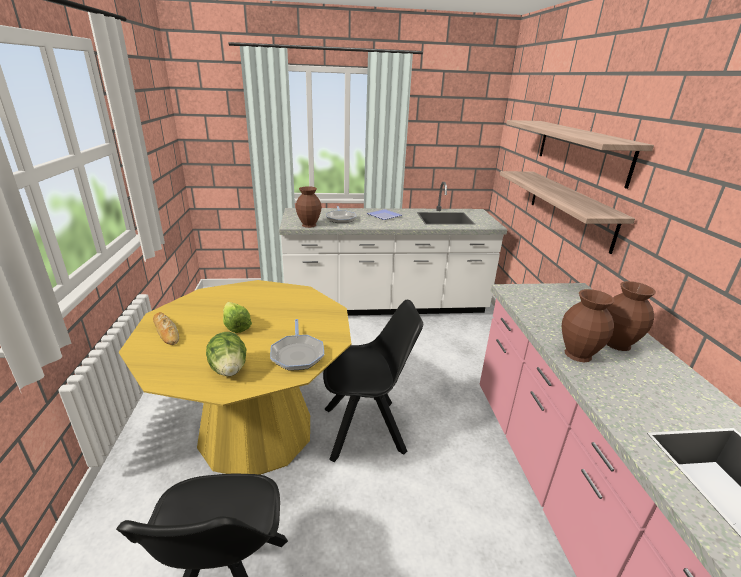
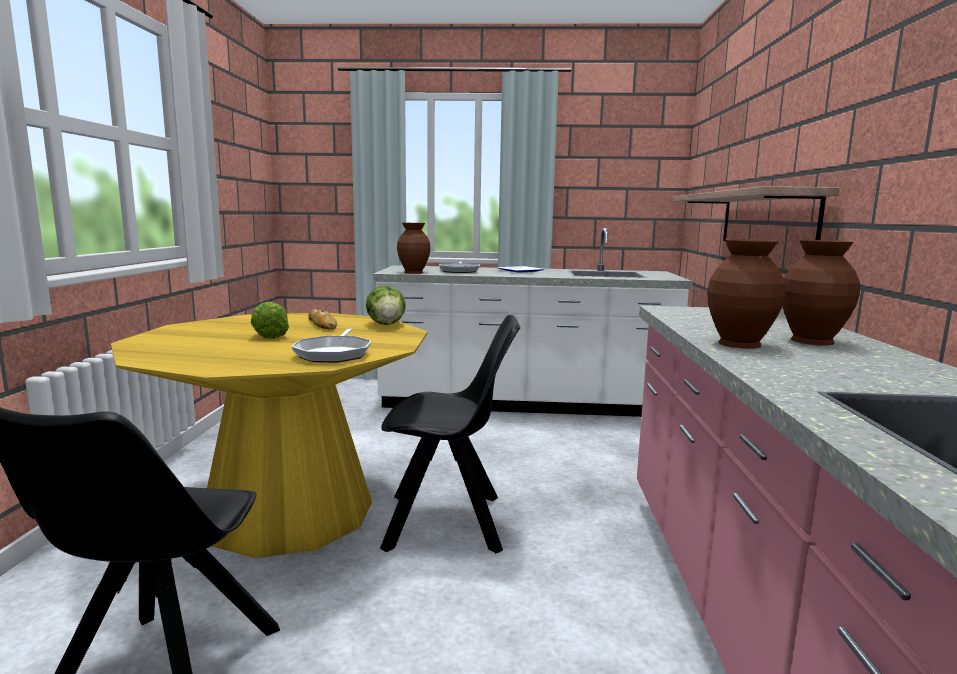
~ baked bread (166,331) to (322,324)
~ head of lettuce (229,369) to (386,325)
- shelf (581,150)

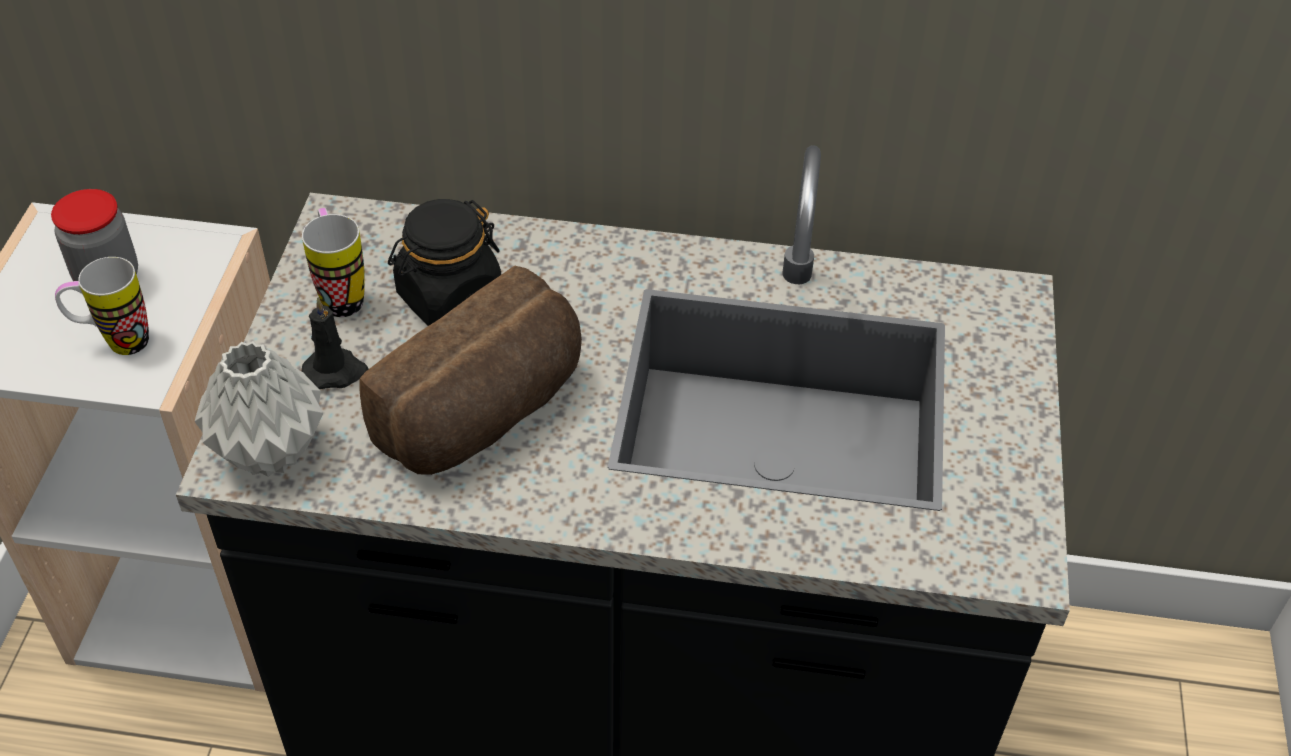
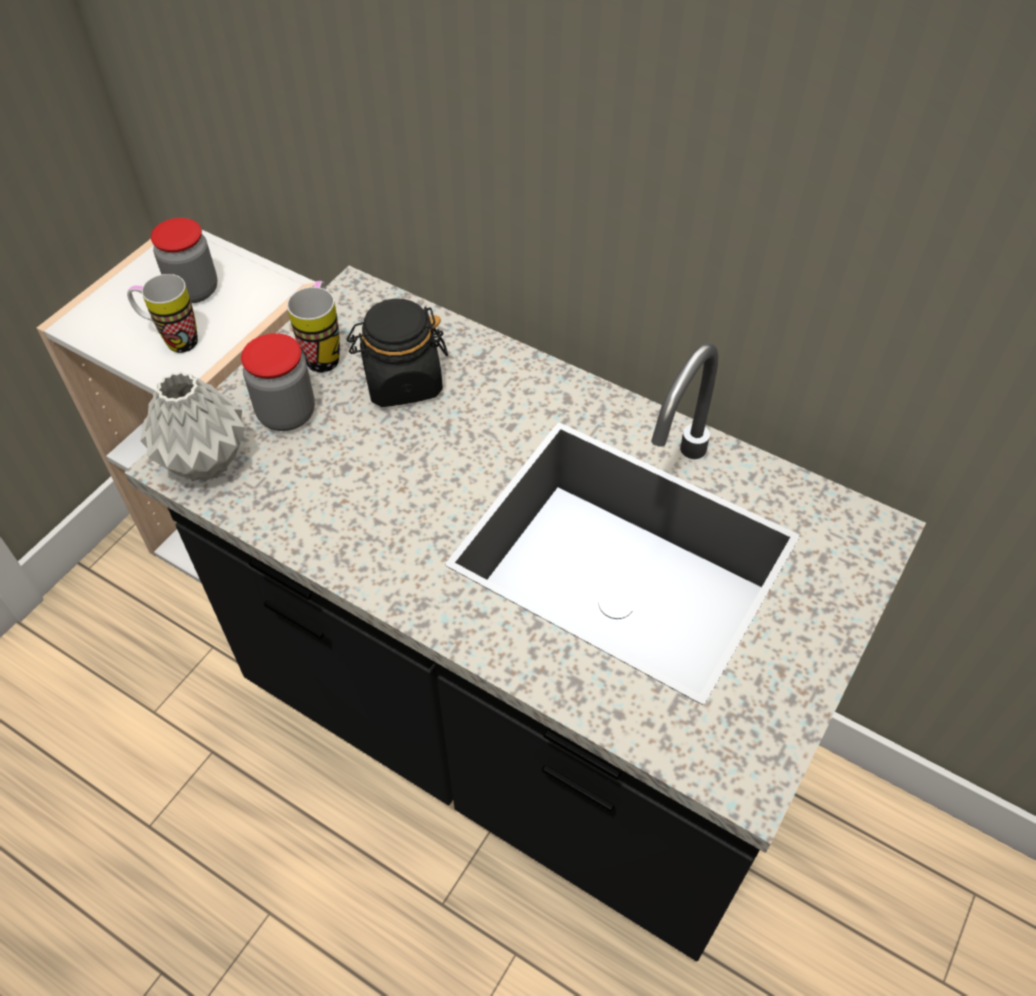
~ wax candle/blackish (336,371) to storage jar (287,414)
- baked bread (486,414)

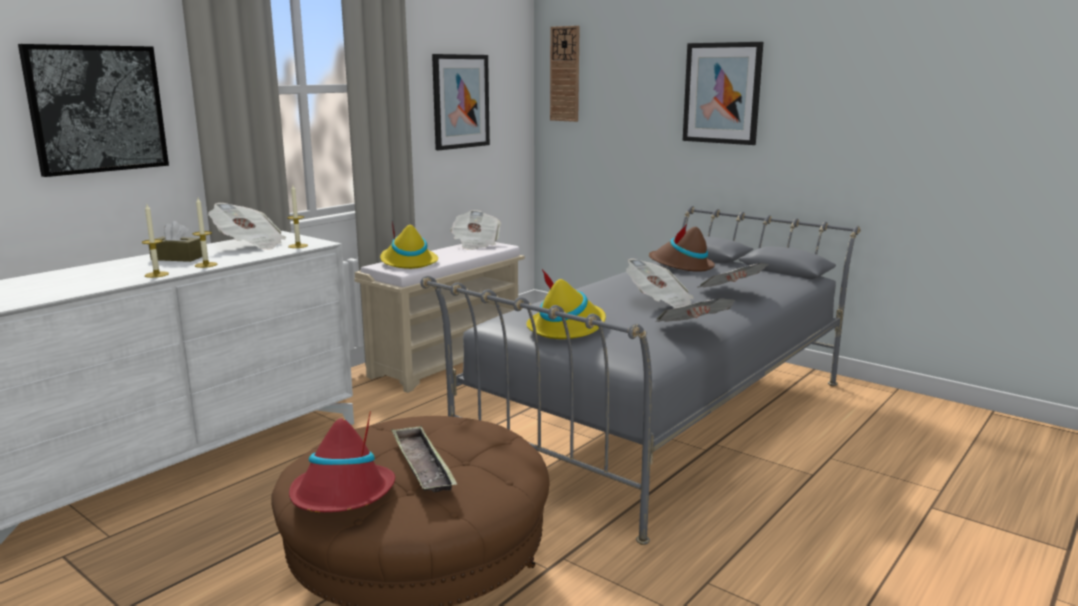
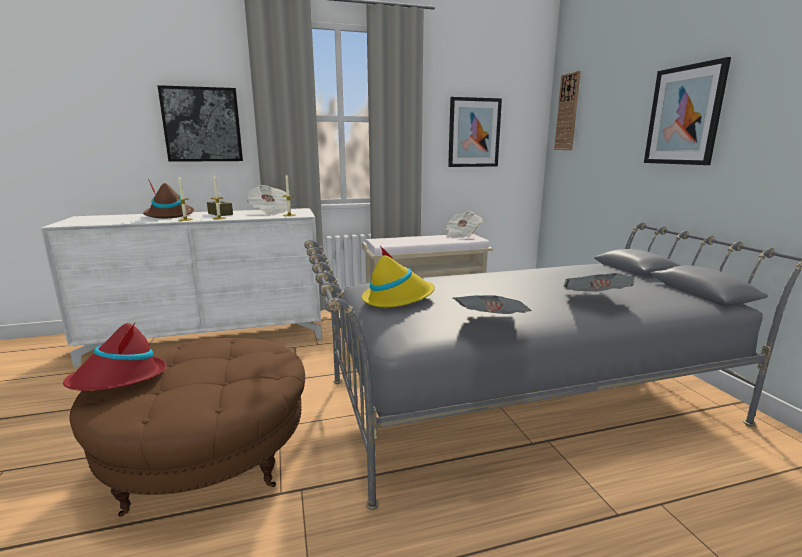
- hat/yellow (408,262)
- carrying tray (422,465)
- daily paper (659,303)
~ hat/brown-coloured (681,266) to (169,215)

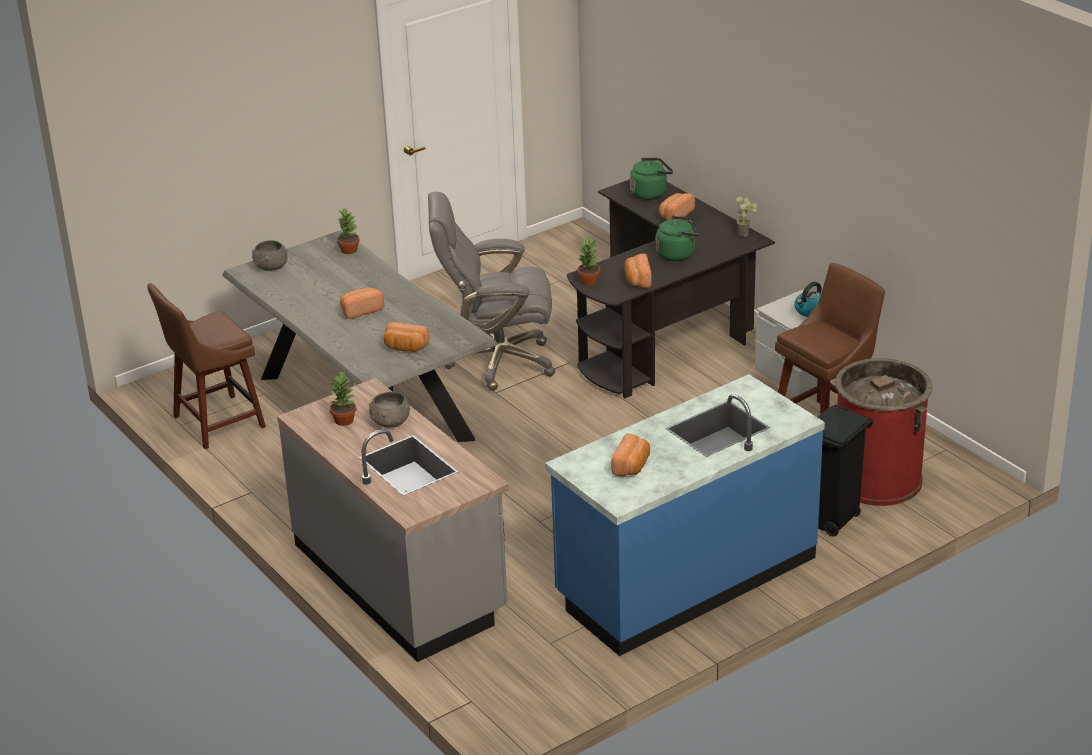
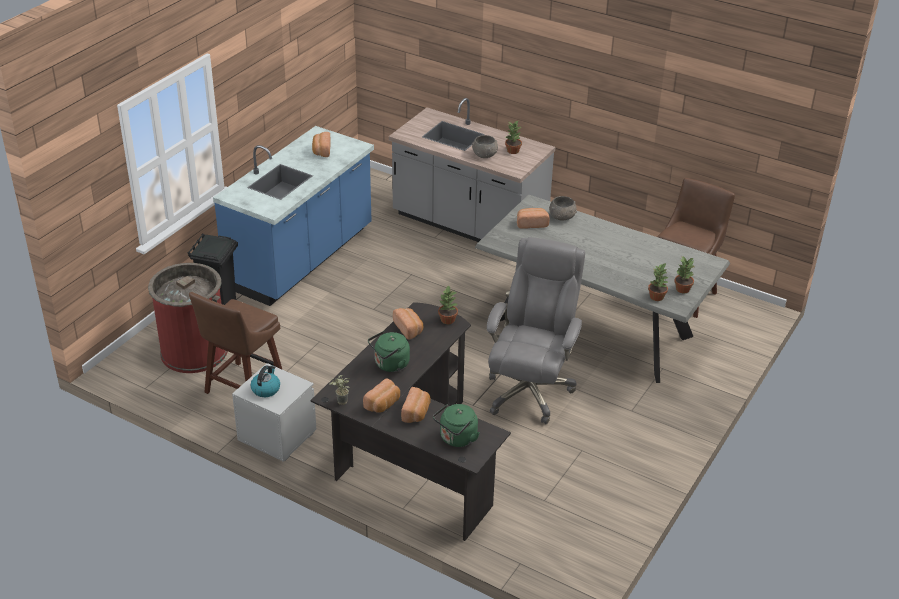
~ deep dish/greyish (271,266) to (562,217)
~ baked bread (361,310) to (383,404)
~ computer chair/greyish (496,362) = (531,391) 45 degrees counterclockwise
+ plant in a pot (682,289)

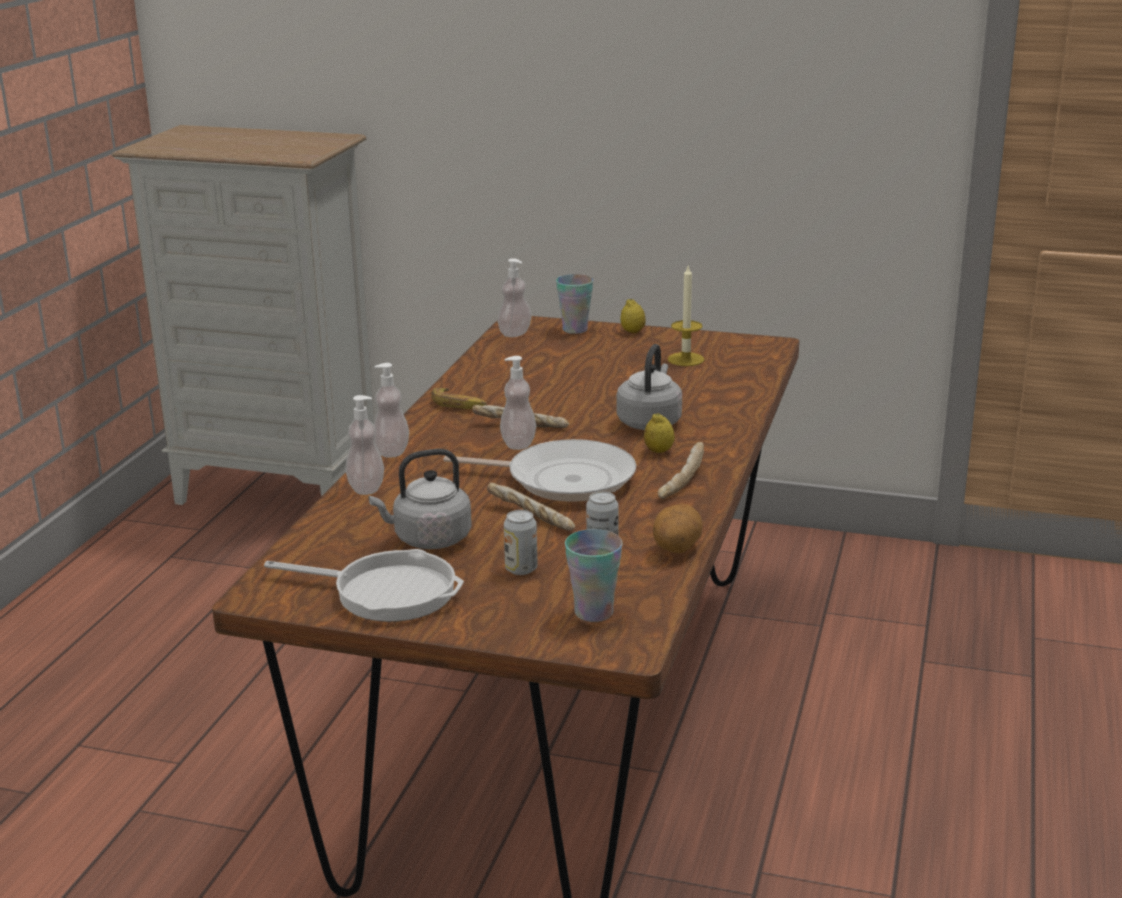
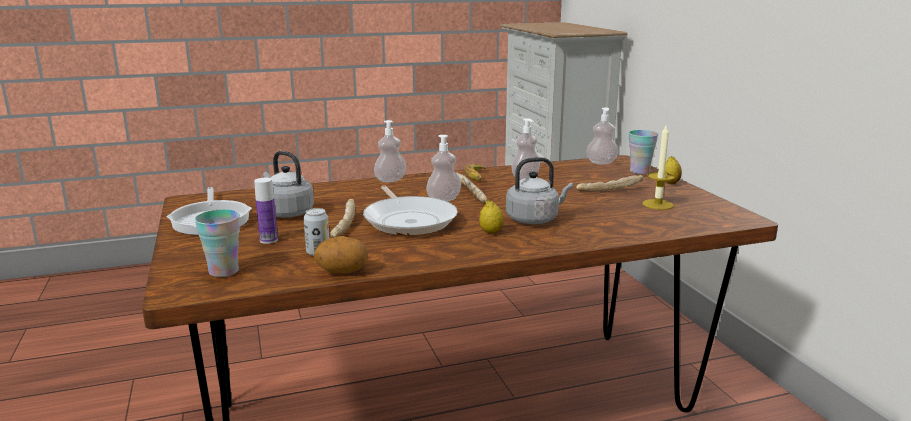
~ liquid soap bottle (366,488) to (525,177)
~ can (521,569) to beverage bottle (268,240)
~ baked bread (680,480) to (609,190)

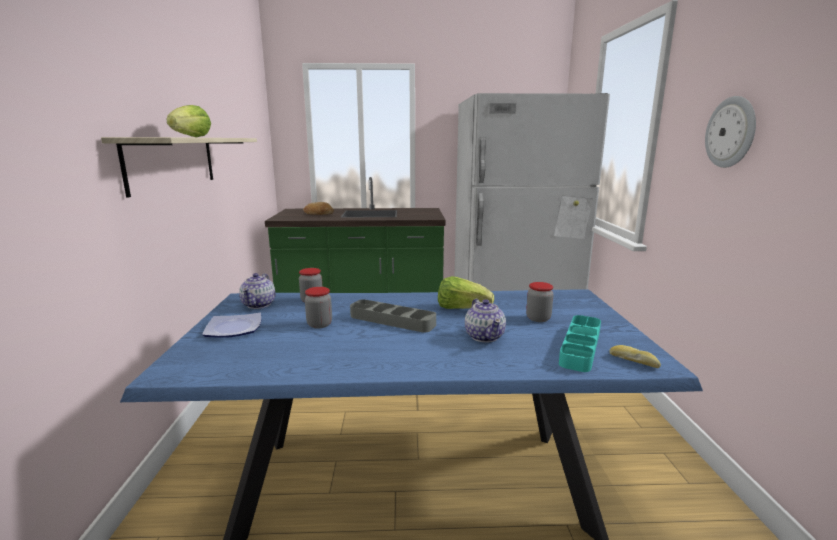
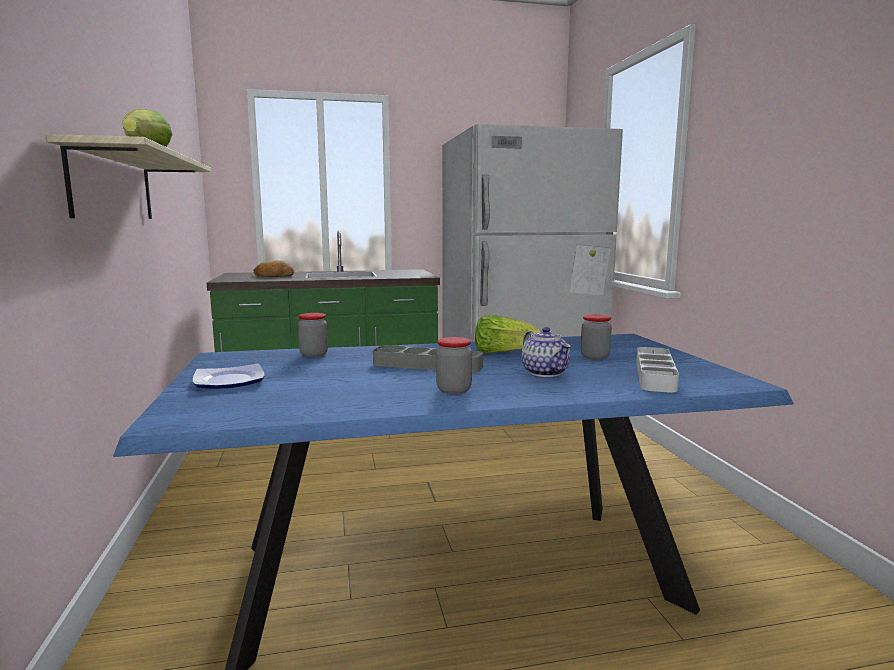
- tea pot (259,304)
~ storage jar (319,324) to (454,390)
~ carrying tray/blue-green (580,347) to carrying tray/greyish (655,375)
- baked bread (634,361)
- hanging clock (731,132)

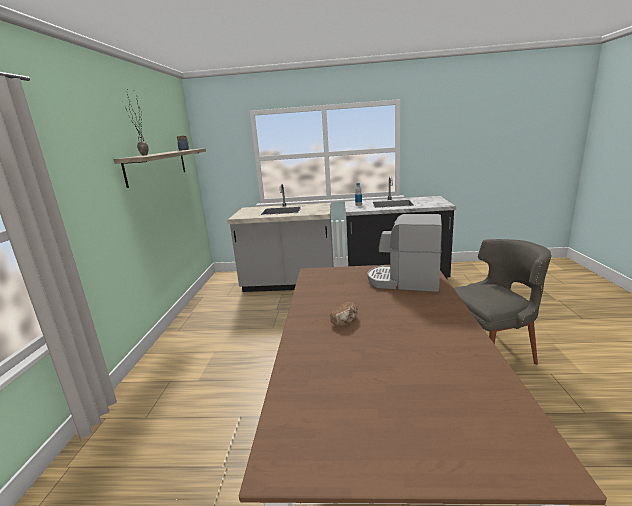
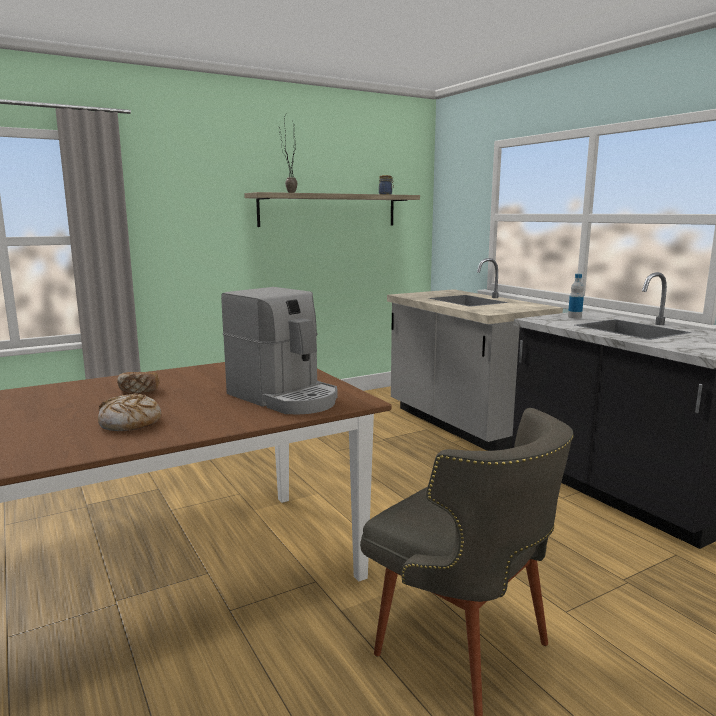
~ coffee brewer (404,281) = (285,397) 150 degrees clockwise
+ baked bread (130,423)

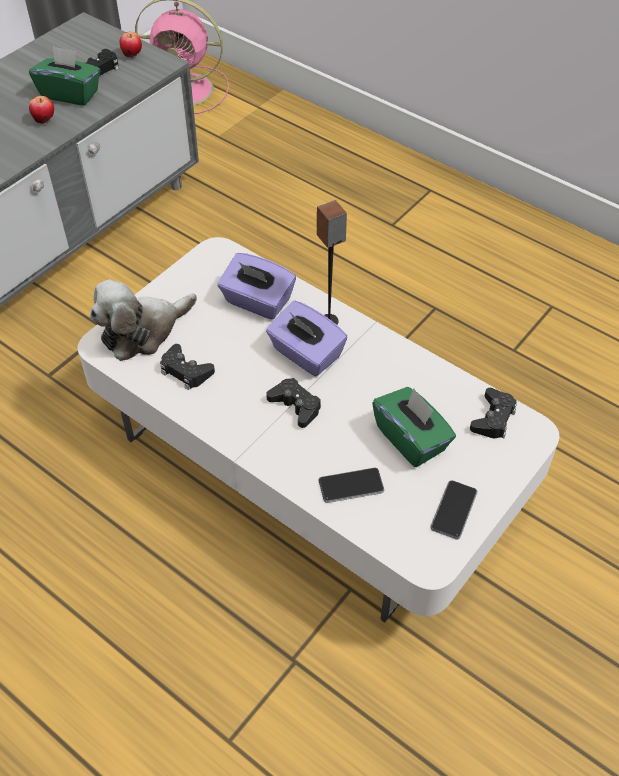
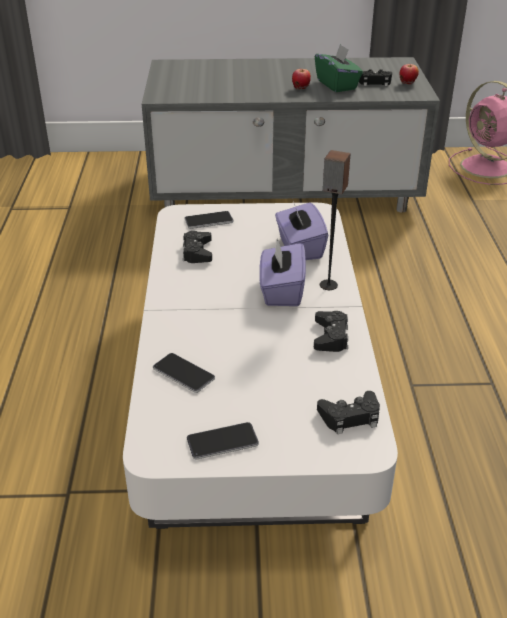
~ plush toy (143,331) to telephone (209,221)
~ gamepad/blackish (295,406) to (331,337)
- box of tissues/green (411,439)

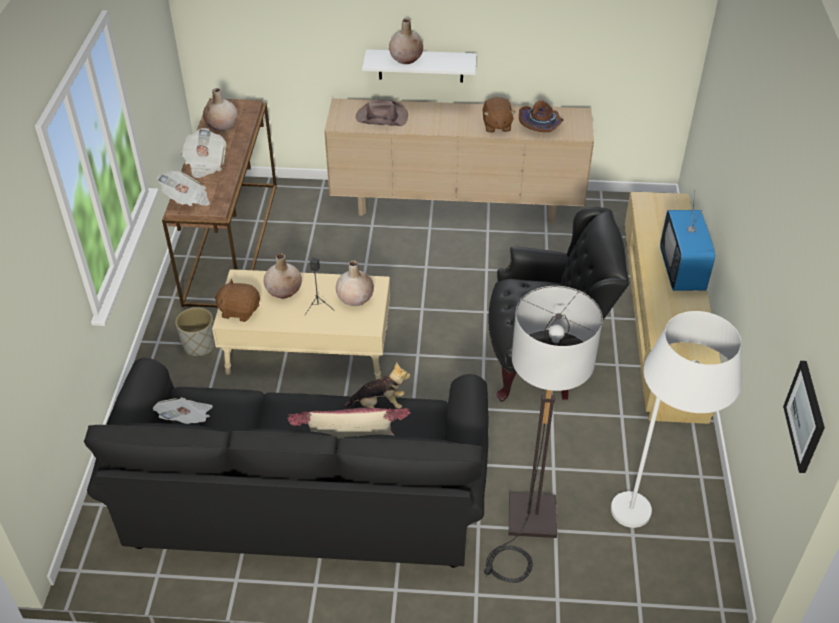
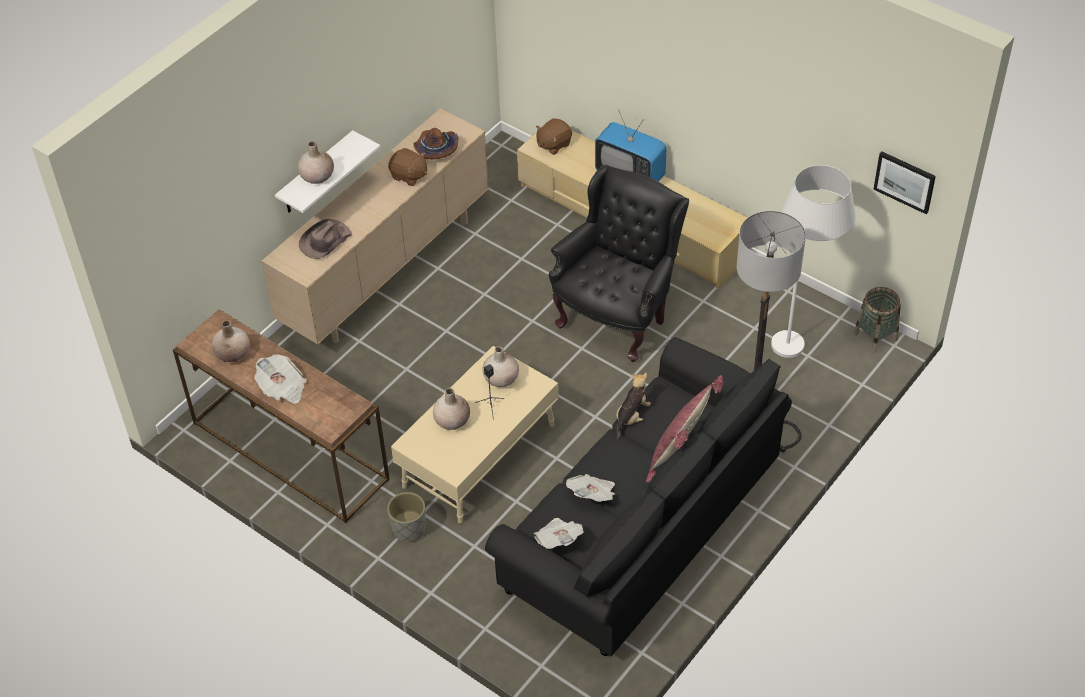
~ daily paper (187,200) to (592,495)
~ plush toy/brown-coloured (239,311) to (553,144)
+ household basket (875,336)

